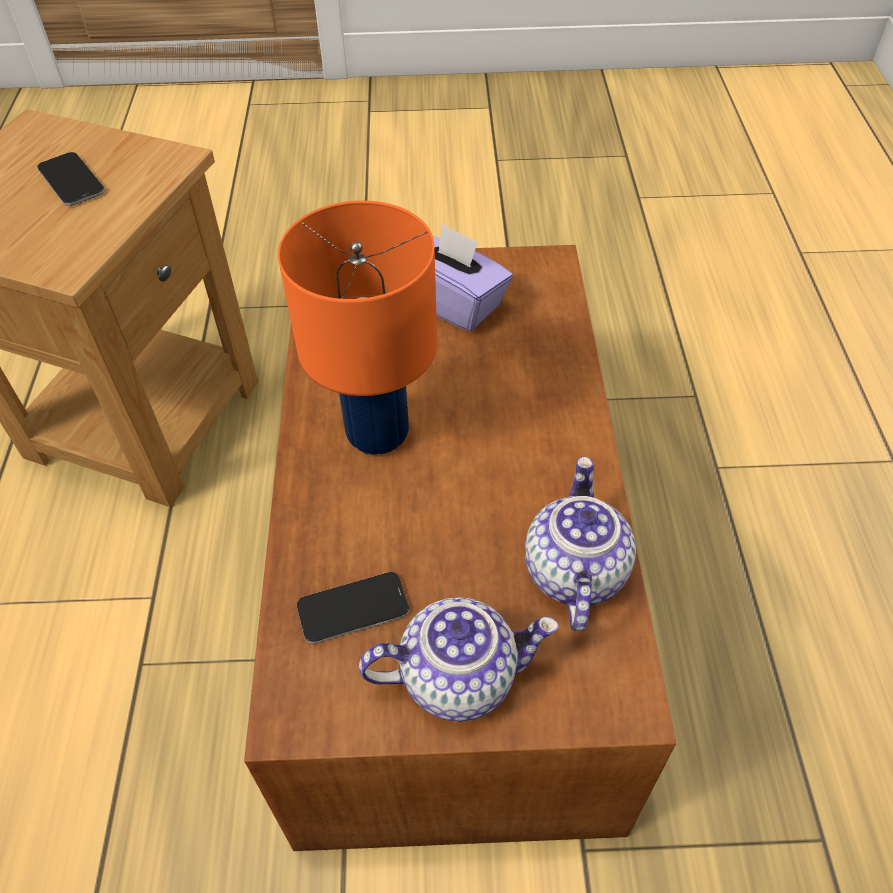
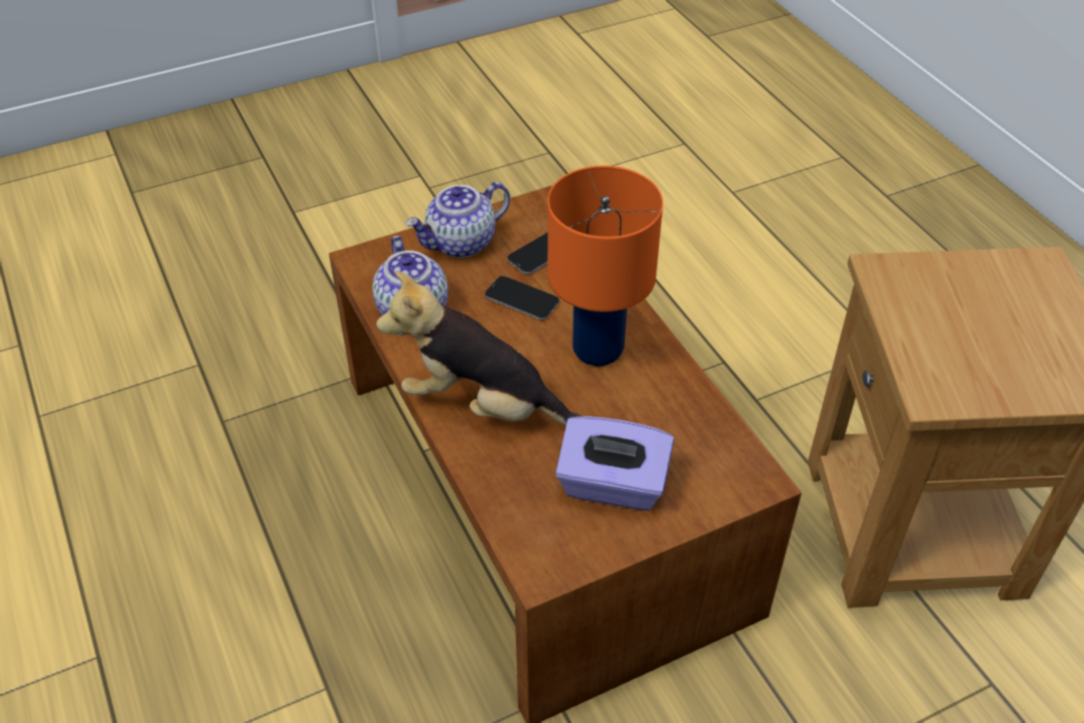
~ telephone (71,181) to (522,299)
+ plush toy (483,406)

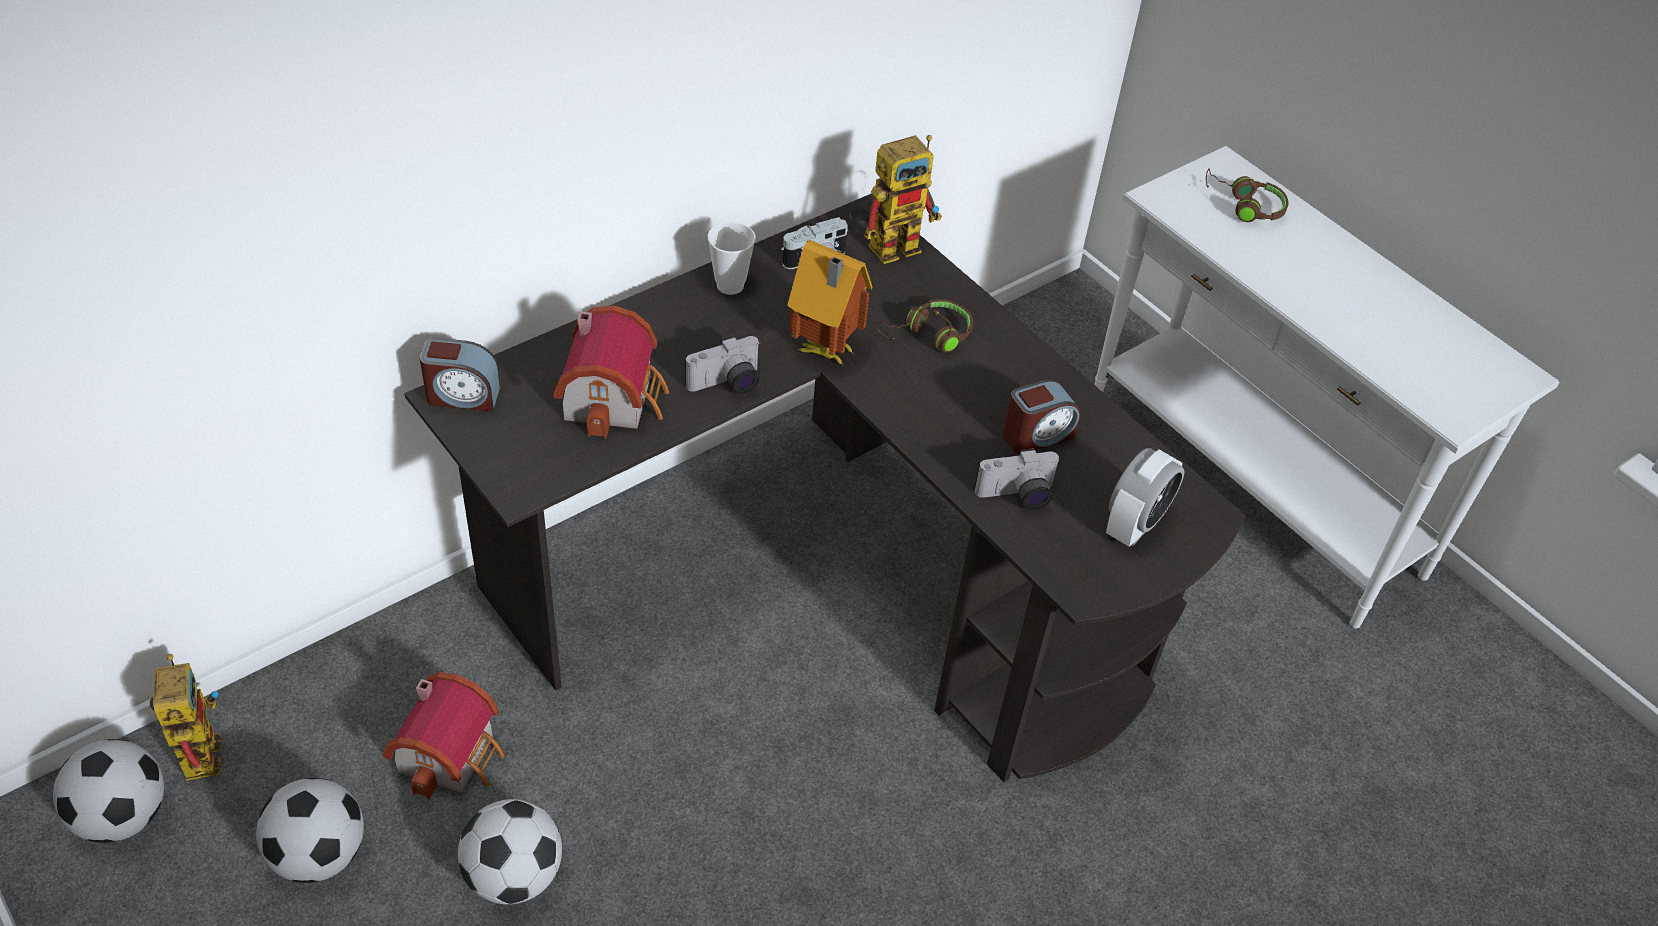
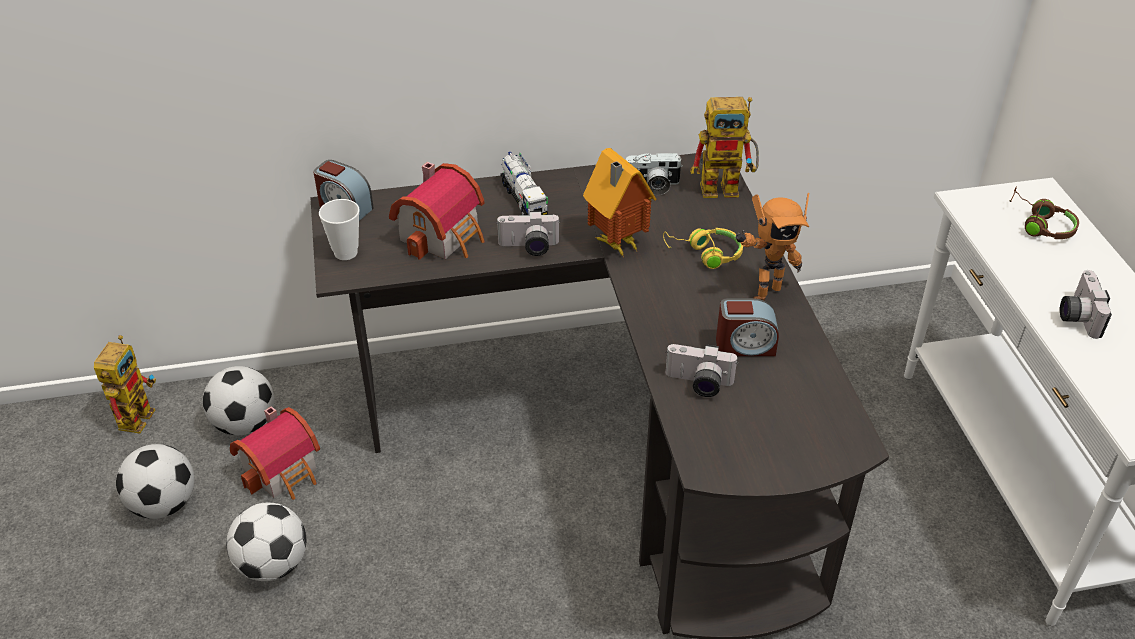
~ ball for football (122,816) to (245,424)
~ small cup (730,285) to (345,253)
~ headphones/brown-coloured (929,335) to headphones/yellow (705,254)
- table clock (1135,525)
+ toy truck (523,199)
+ toy robot (763,292)
+ photo camera (1076,315)

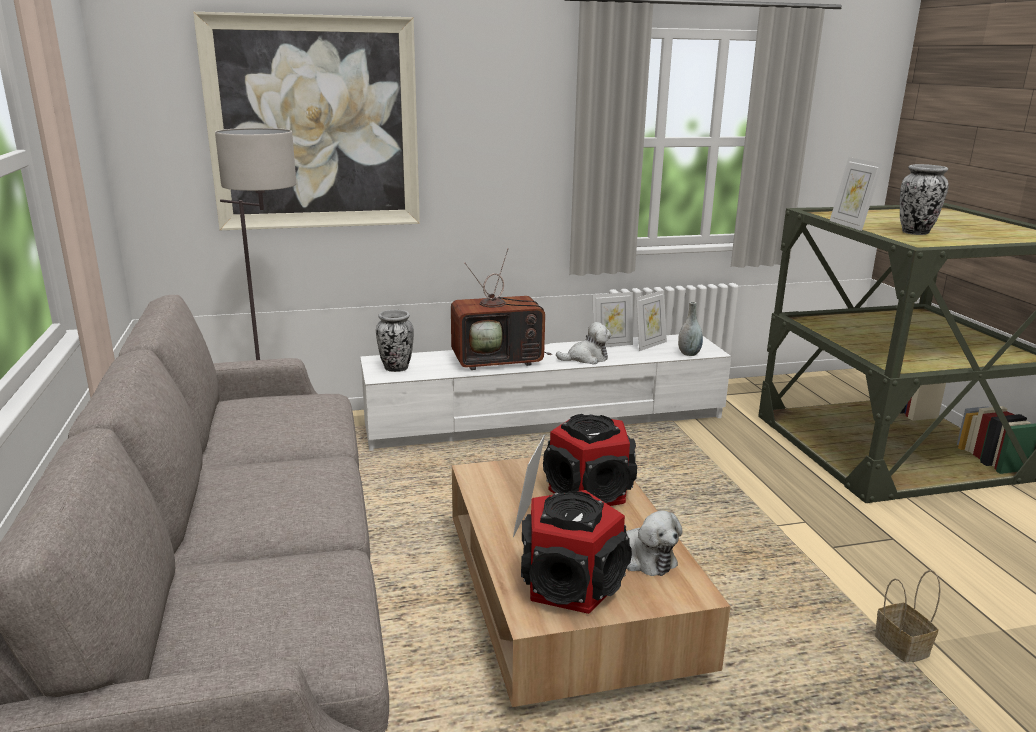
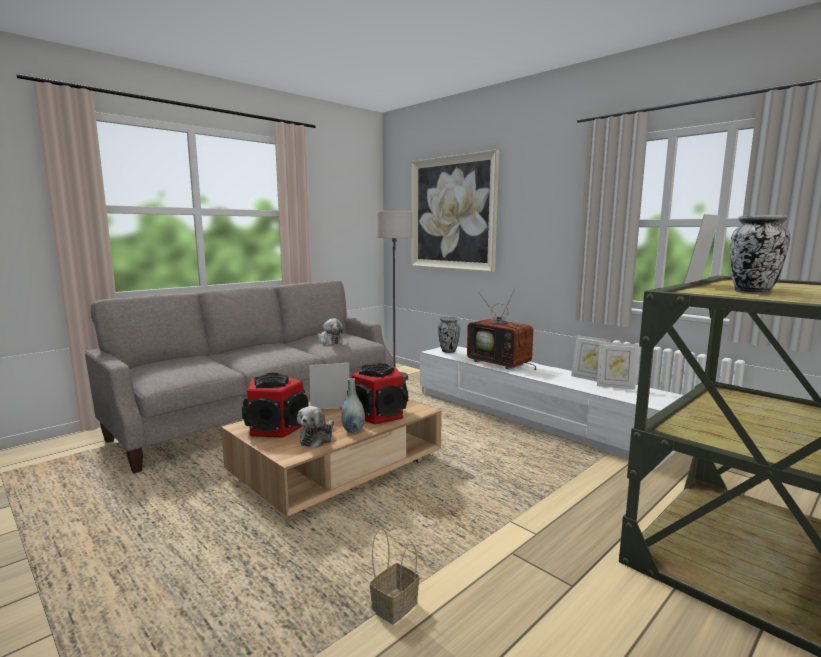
~ plush toy (586,358) to (329,341)
~ decorative vase/greyish (689,354) to (353,430)

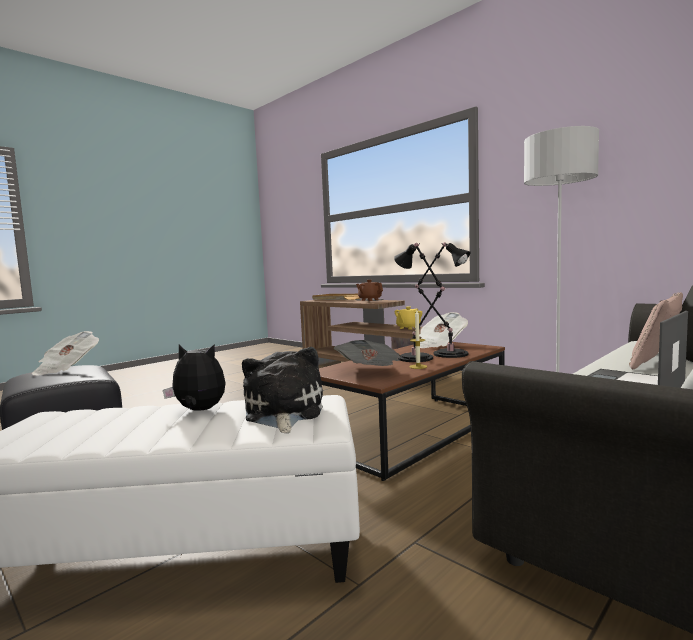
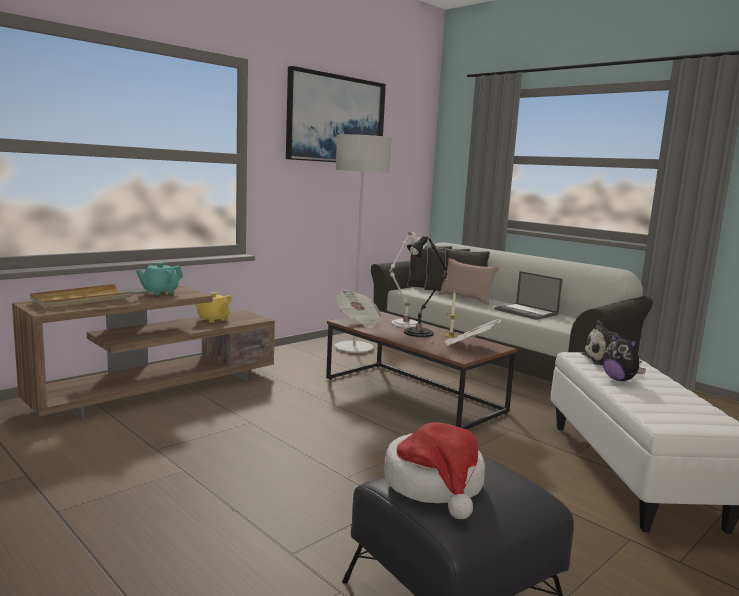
~ daily paper (67,368) to hat (435,485)
~ plush toy (199,411) = (619,379) 45 degrees counterclockwise
~ tea pot/brown-coloured (369,300) to tea pot/blue-green (160,292)
~ lamp for a table/blackish (448,354) to lamp for a table/whitish (403,324)
+ wall picture (335,119)

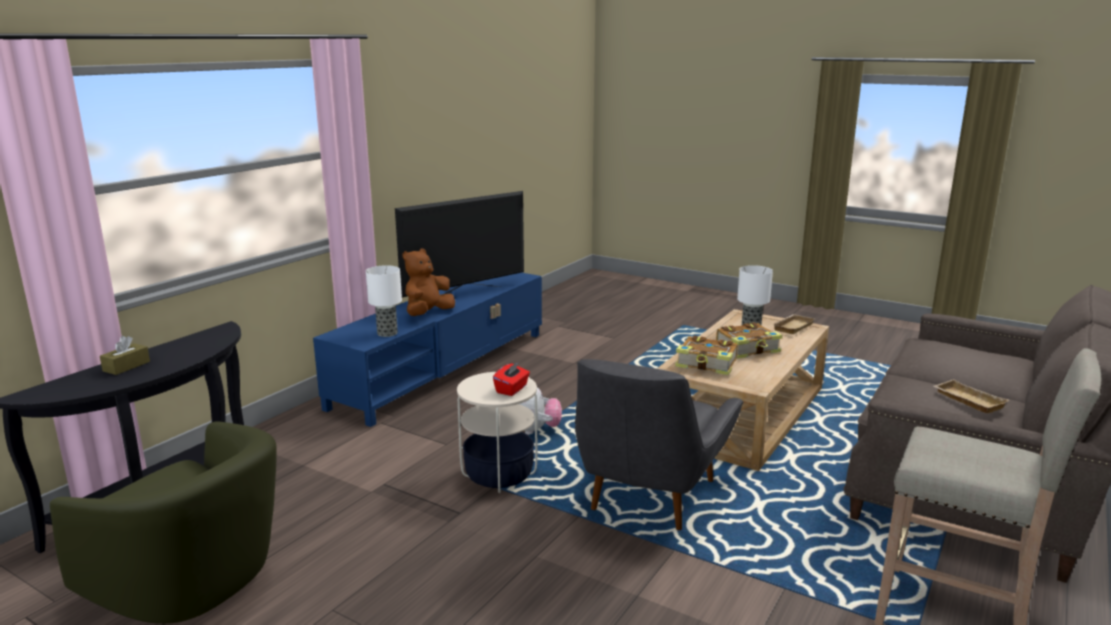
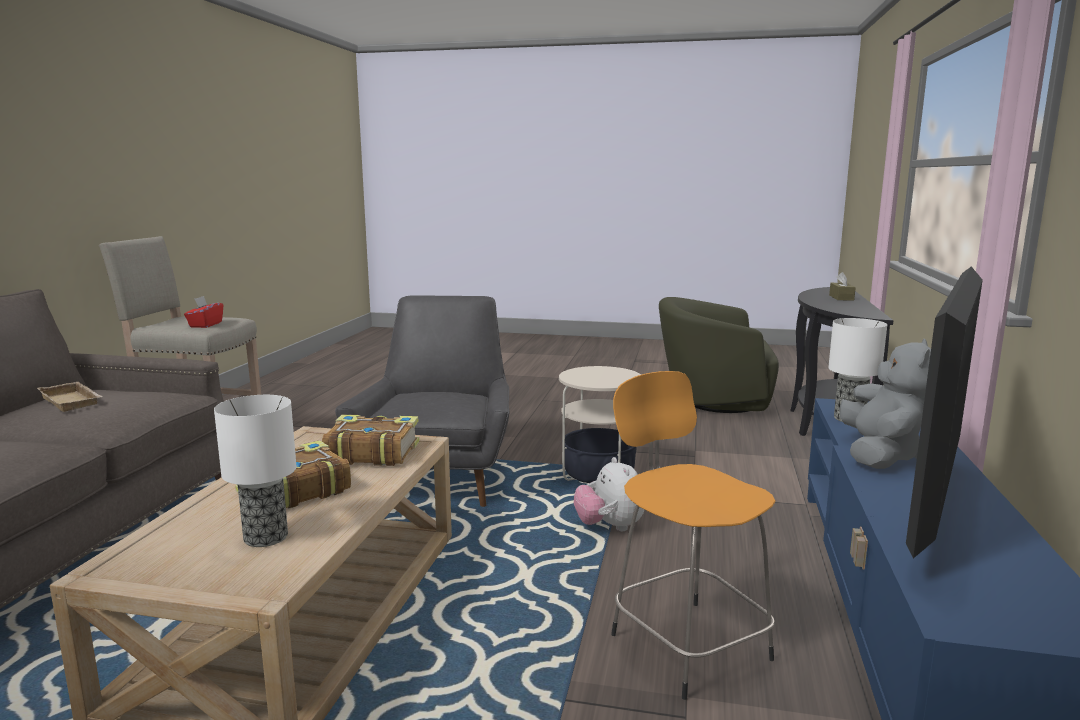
~ plush toy/brown-coloured (428,314) to plush toy/greyish (879,455)
~ box of tissues/red-coloured (512,389) to (205,325)
- carrying tray/beige-coloured (792,326)
+ stool/orangey (686,643)

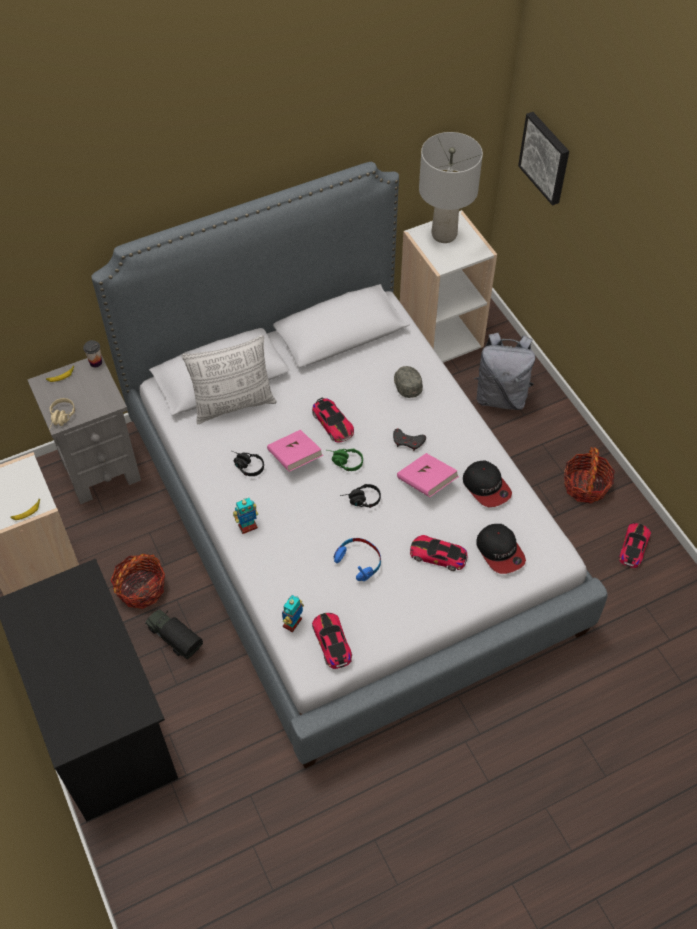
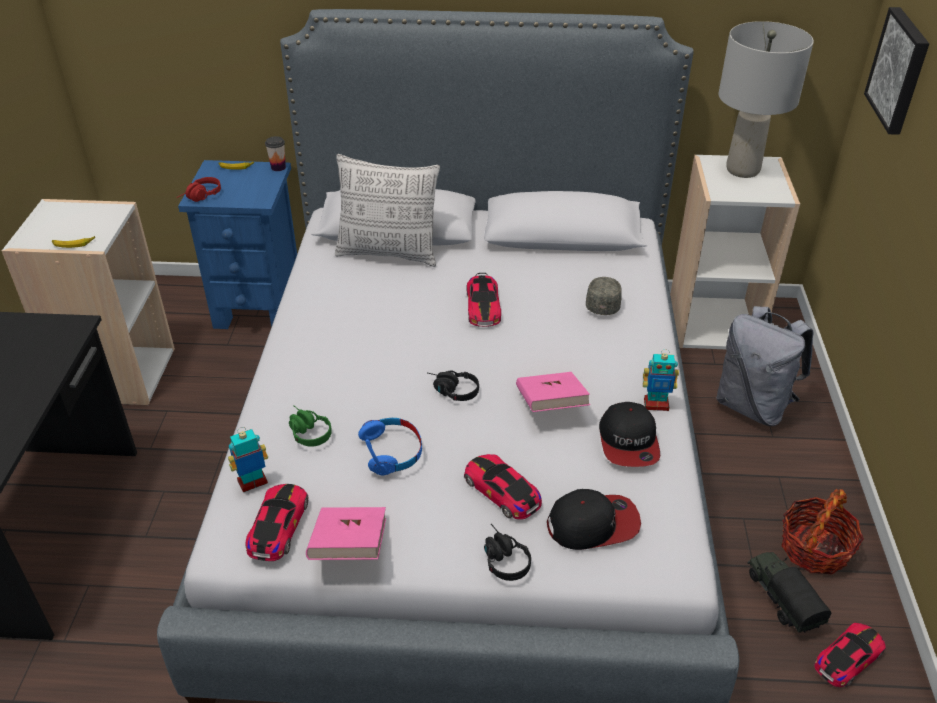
~ nightstand/greyish (101,469) to nightstand/blue (259,308)
~ headphones/beige-coloured (61,419) to headphones/red-coloured (200,197)
- household basket (141,588)
~ toy truck (174,638) to (781,599)
~ headphones/blackish (245,466) to (502,558)
~ toy robot (247,526) to (656,404)
~ volume/pinkish (294,458) to (349,547)
~ headphones/green (343,462) to (306,431)
- gamepad/greyish (408,441)
~ baseball cap (500,551) = (593,524) 105 degrees counterclockwise

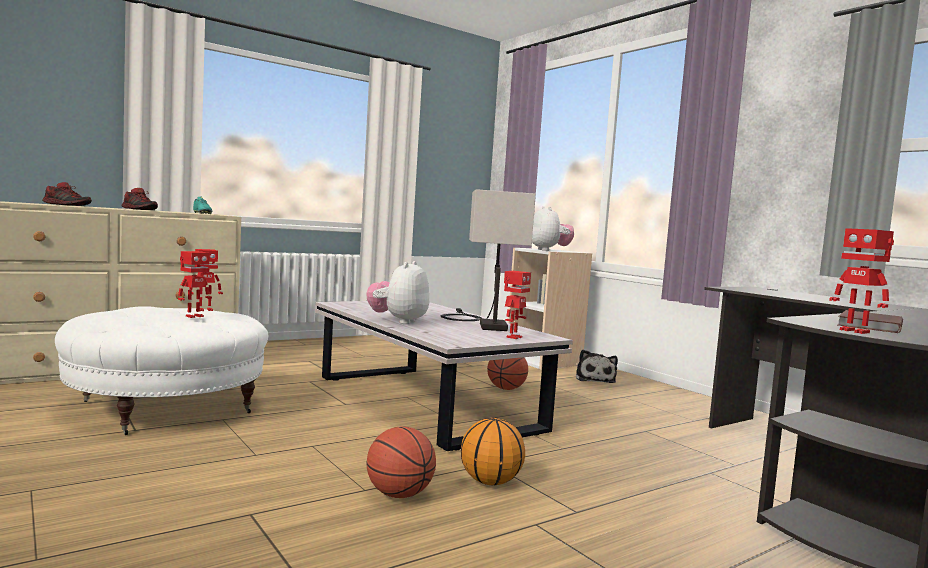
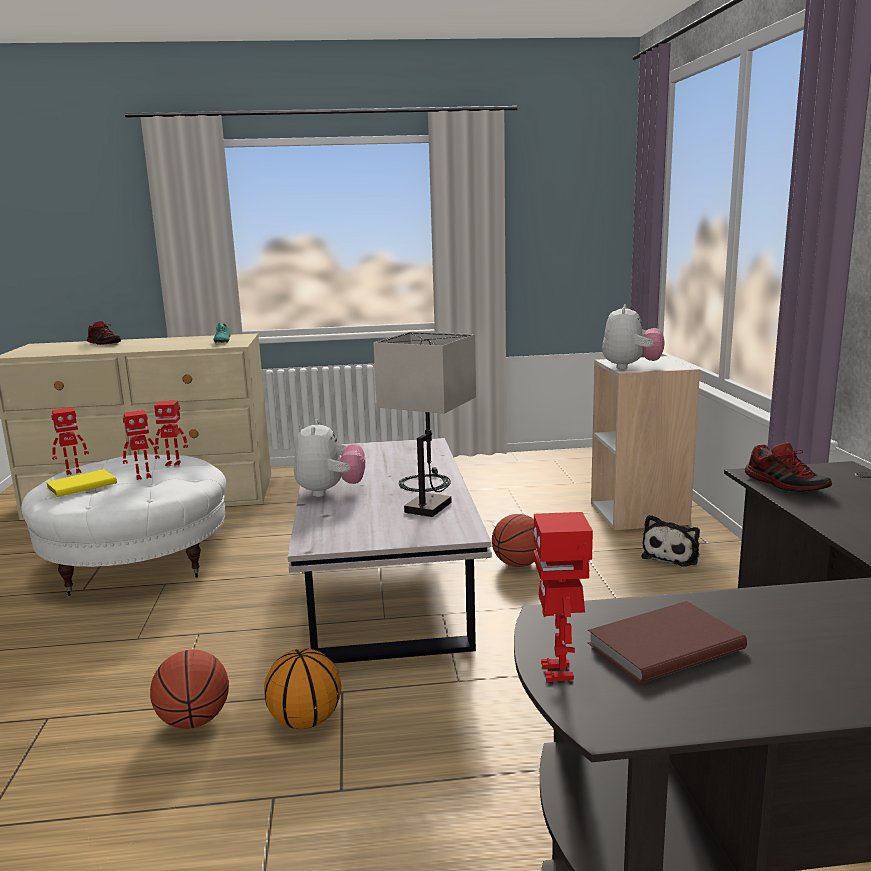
~ item of footwear (139,209) to (786,484)
~ plush toy (398,321) = (330,492) 135 degrees clockwise
~ toy robot (513,337) to (73,472)
+ volume/yellow (80,485)

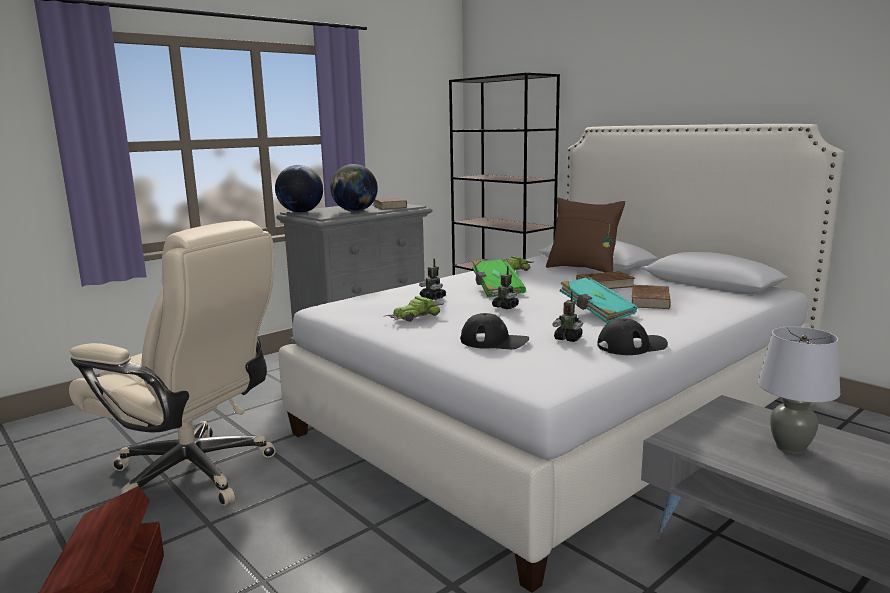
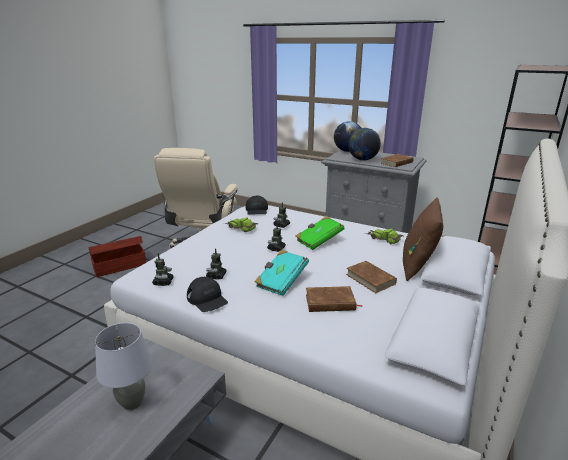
~ baseball cap/blackish (494,341) to (257,210)
+ toy robot (163,282)

